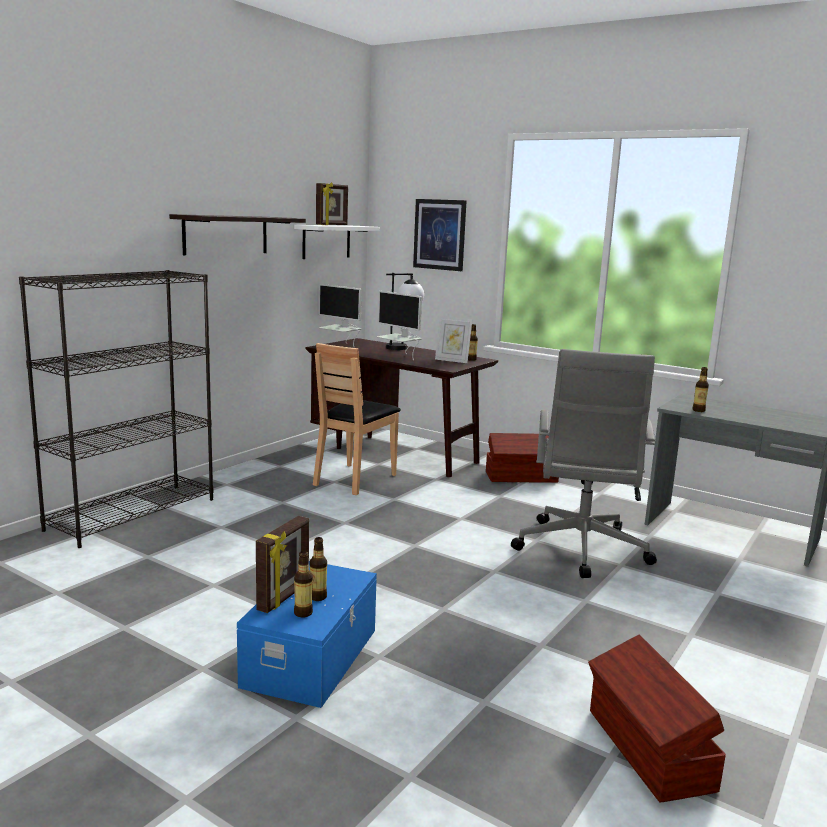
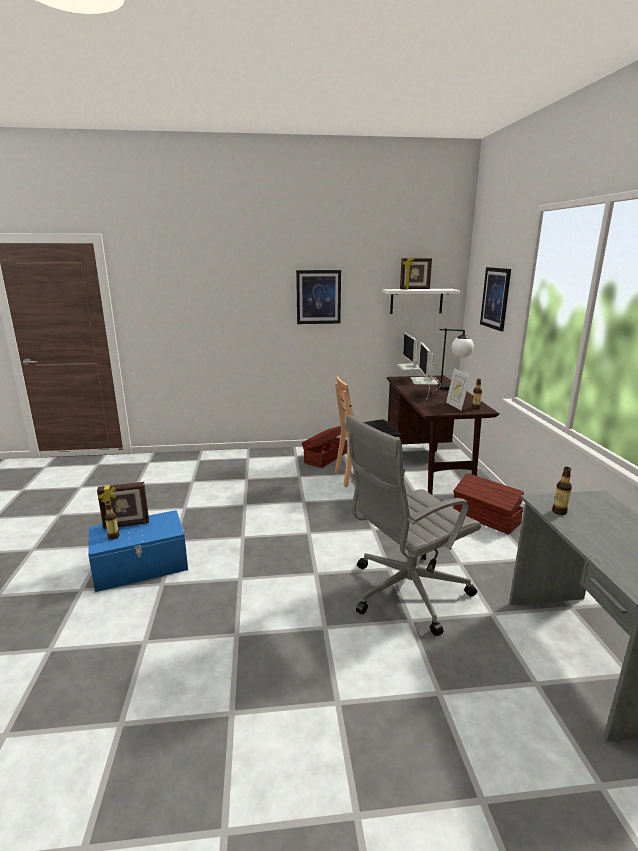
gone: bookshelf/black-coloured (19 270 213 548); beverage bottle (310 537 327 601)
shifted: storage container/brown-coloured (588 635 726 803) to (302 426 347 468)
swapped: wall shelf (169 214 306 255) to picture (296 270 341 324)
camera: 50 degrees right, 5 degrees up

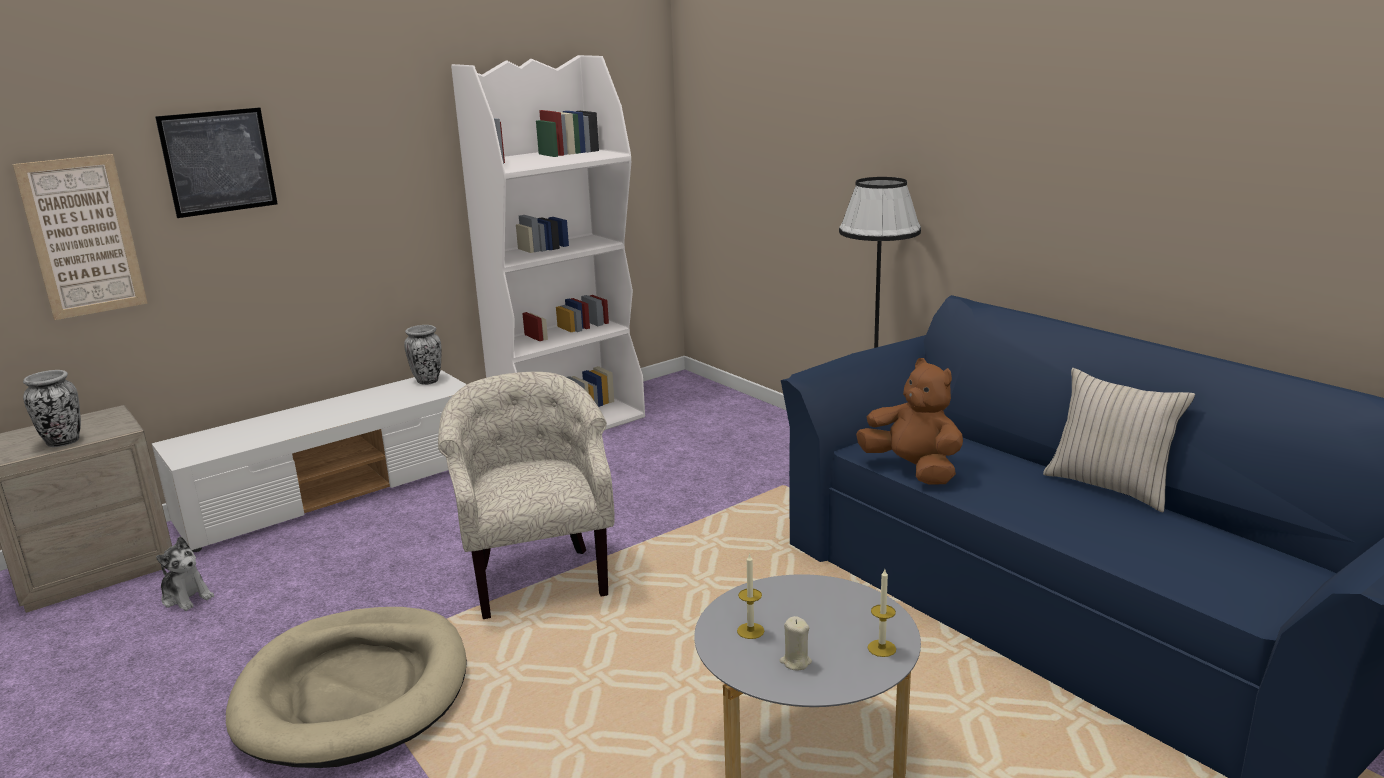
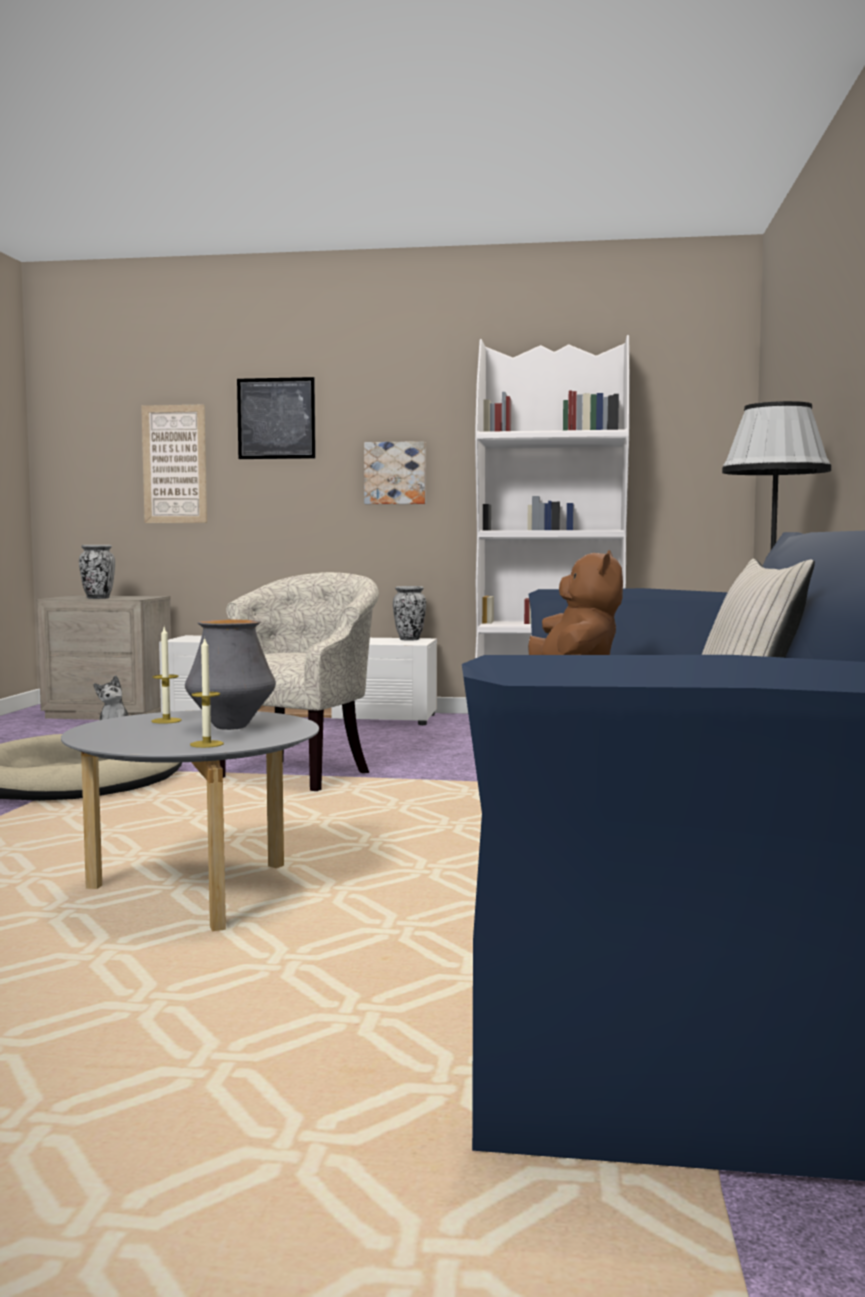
gone: wax light/beige-coloured (779 616 812 671)
new: decorative vase (185 620 276 730); picture (364 441 426 504)
camera: 45 degrees right, 15 degrees down

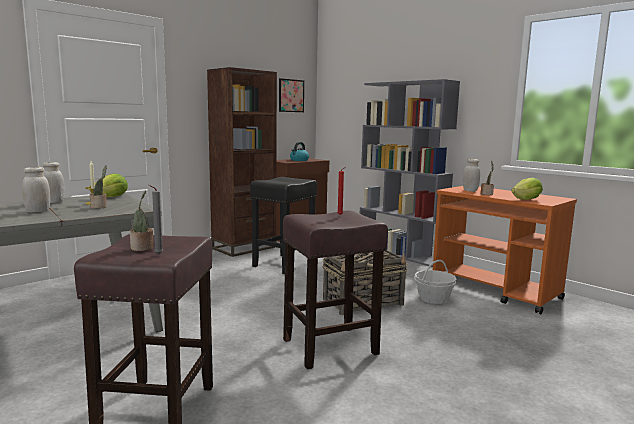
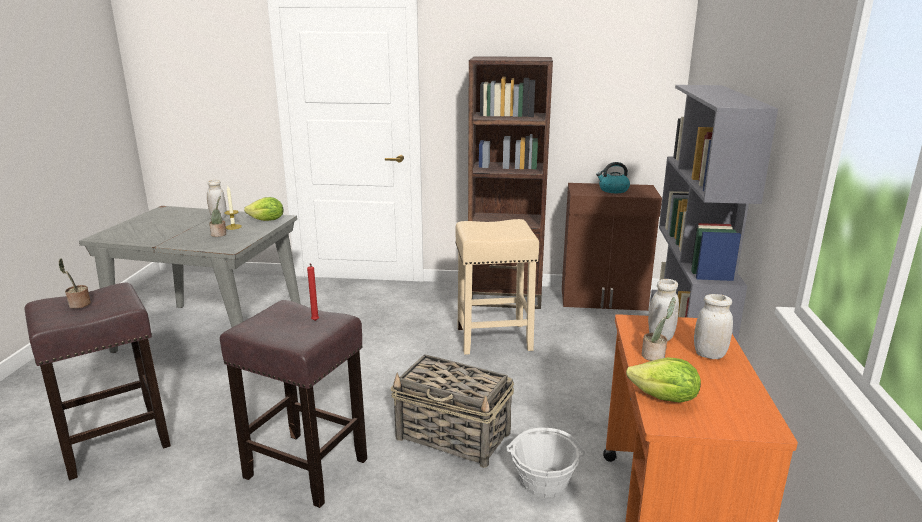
gone: wax light/gray (149 185 164 254); picture (279 78 304 112)
shifted: preserve jar/white-coloured (22 167 50 213) to (694 294 733 359)
repainted: sitting stool/black-coloured (250 177 317 274) to sitting stool/beige-coloured (456 219 539 355)
camera: 50 degrees right, 10 degrees up

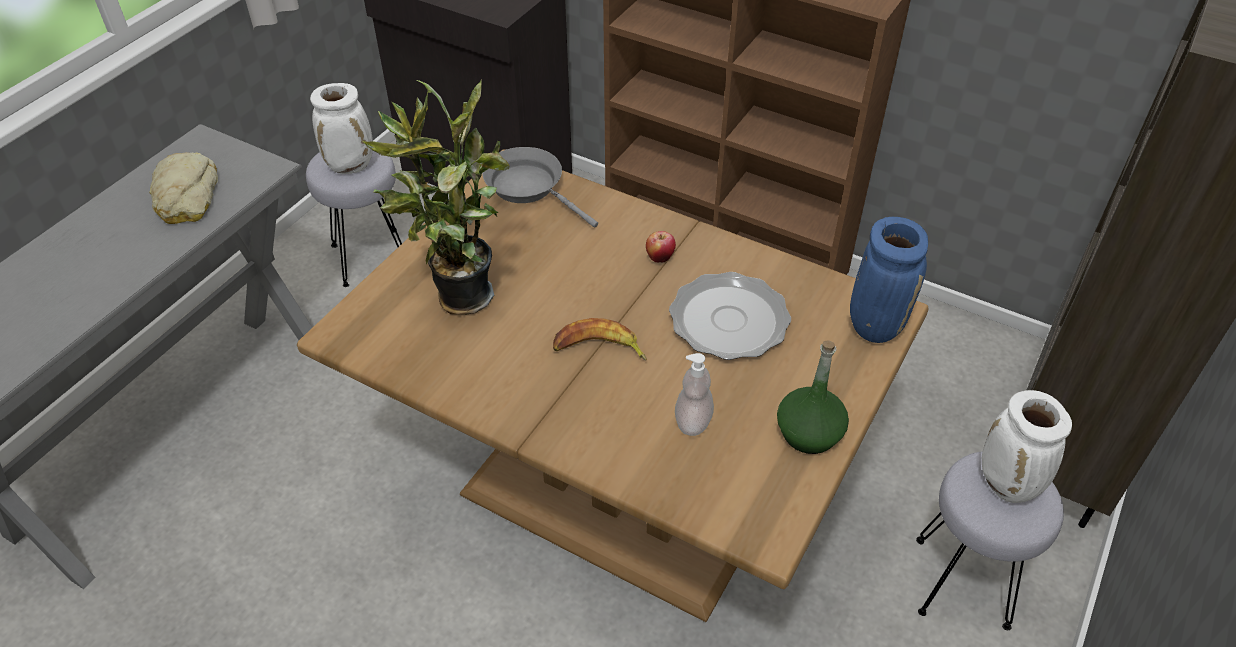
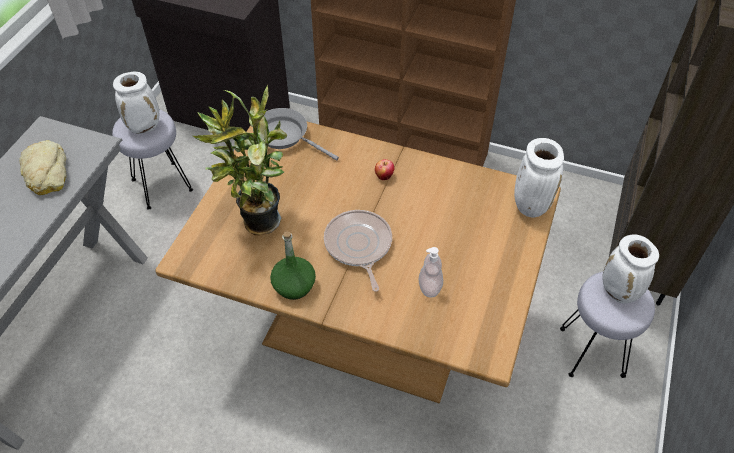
gone: dinner plate (669 272 791 360)
shifted: beverage bottle/greenish (777 340 849 454) to (270 231 316 300)
swapped: banana (553 318 647 361) to frying pan (324 210 392 292)
repainted: decorative vase/bluish (850 217 928 343) to decorative vase/white-coloured (514 138 564 217)
camera: 10 degrees left, 5 degrees up

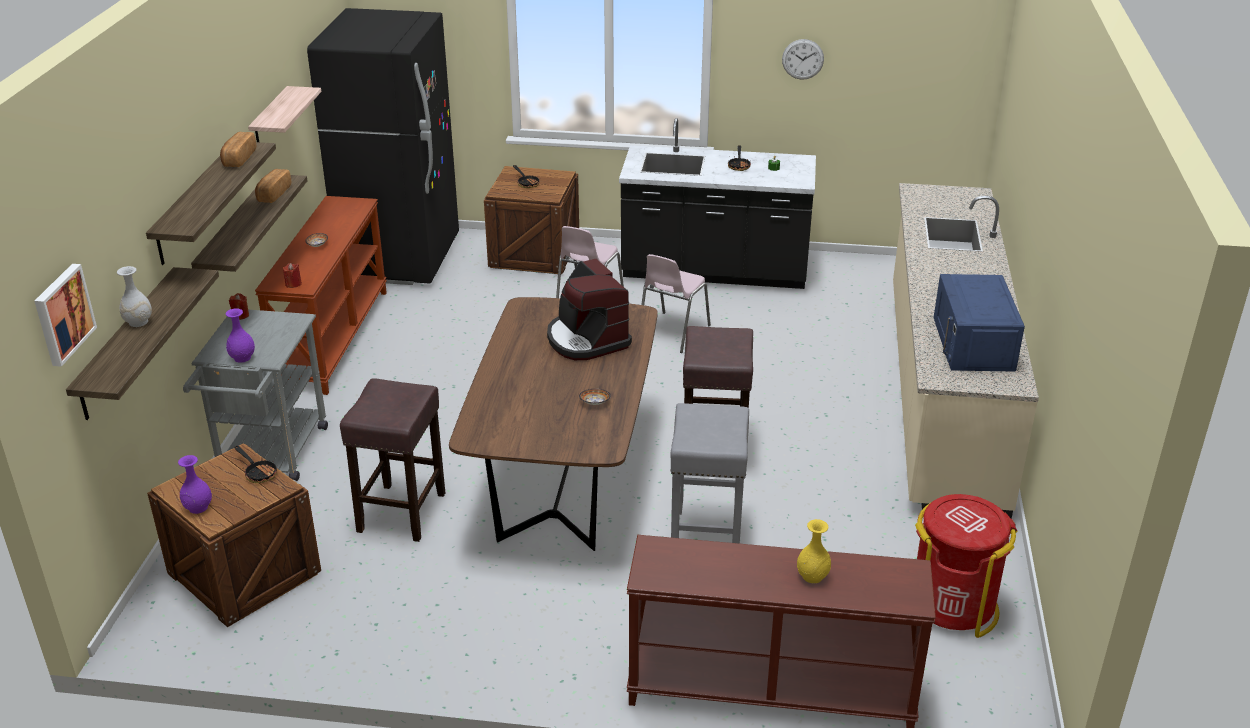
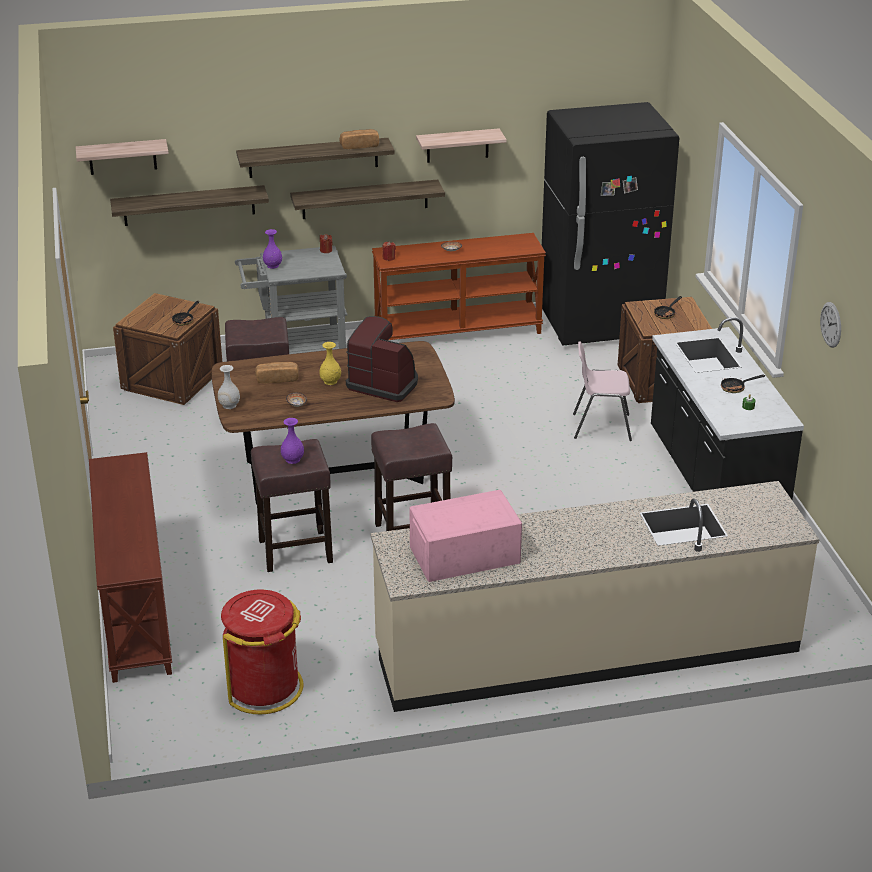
gone: chair/pinkish (641 254 711 353)
shifted: decorative vase/white-coloured (117 266 152 327) to (218 365 240 409); bakery bread (255 169 291 203) to (255 362 299 383); decorative vase/purple (178 455 212 514) to (281 418 304 464); decorative vase/yellowish (797 519 831 583) to (319 342 341 385)
swapped: picture (34 264 97 367) to wall shelf (76 139 169 175)
repainted: sitting stool/gray (670 403 749 544) to sitting stool/brown-coloured (251 439 333 572); kitchen microwave/bluish (934 274 1025 372) to kitchen microwave/pinkish (409 490 522 582)
rotated: coffee maker (547 259 632 360) = (346 316 418 402) 75 degrees clockwise
camera: 70 degrees right, 0 degrees up

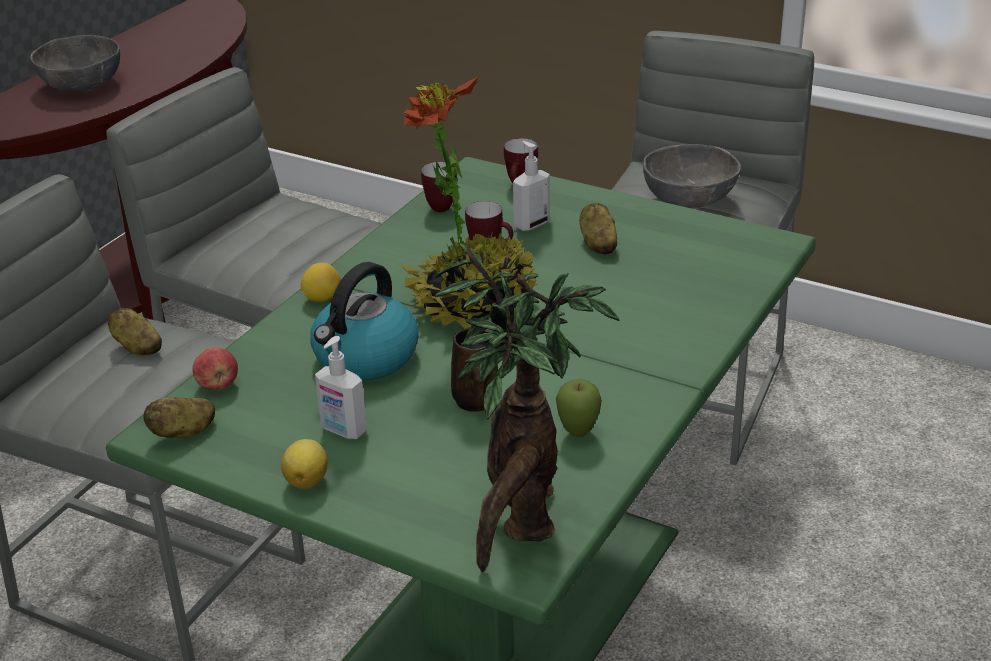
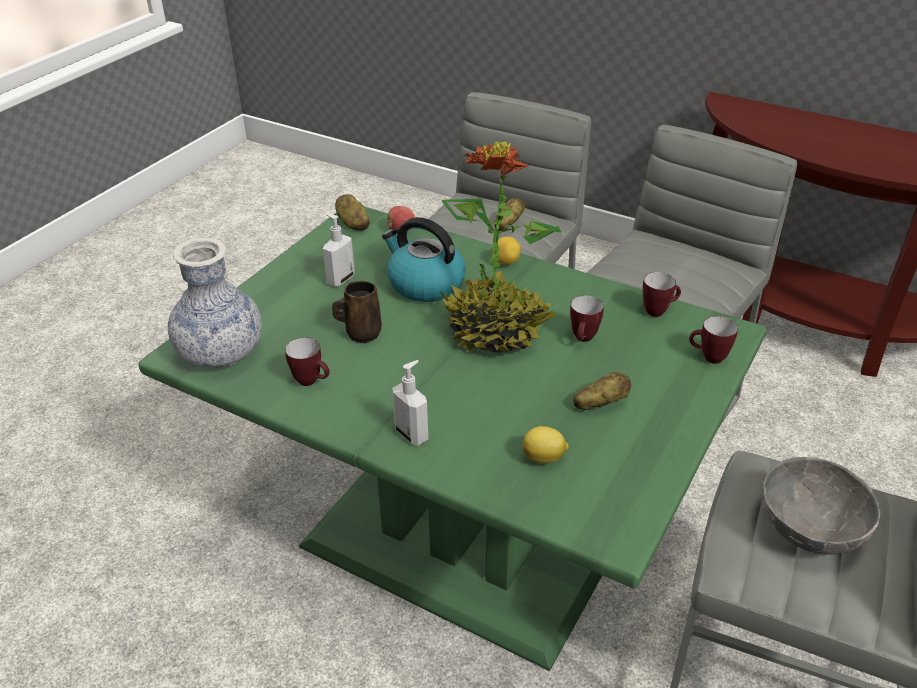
gone: serving bowl/gray (30 35 120 92)
shifted: liquid soap bottle (513 141 550 231) to (392 360 429 446); whole lemon (281 439 328 489) to (522 426 569 464)
swapped: houseplant (434 241 620 572) to decorative vase (168 238 262 368); whole apple (556 379 602 437) to coffee mug (285 337 330 386)
camera: 90 degrees right, 5 degrees up

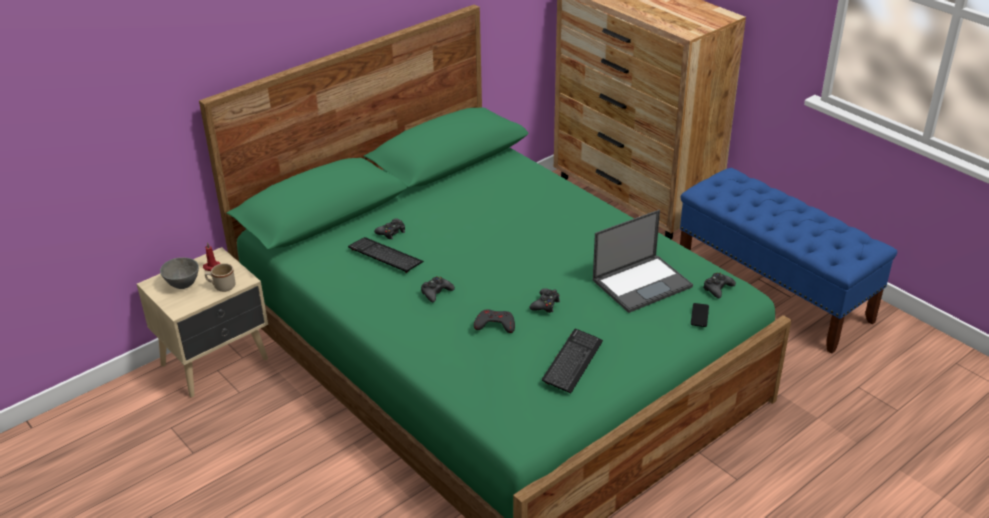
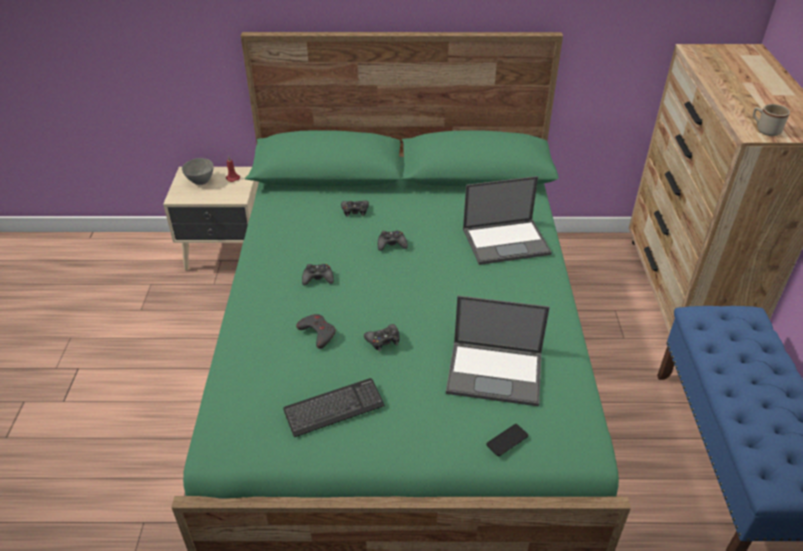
gone: computer keyboard (348 237 424 273)
new: portable computer (463 176 552 265)
shifted: joypad/black-coloured (703 272 736 298) to (378 231 408 251); coffee mug/beige-coloured (205 263 236 292) to (753 104 790 136)
camera: 40 degrees right, 5 degrees up

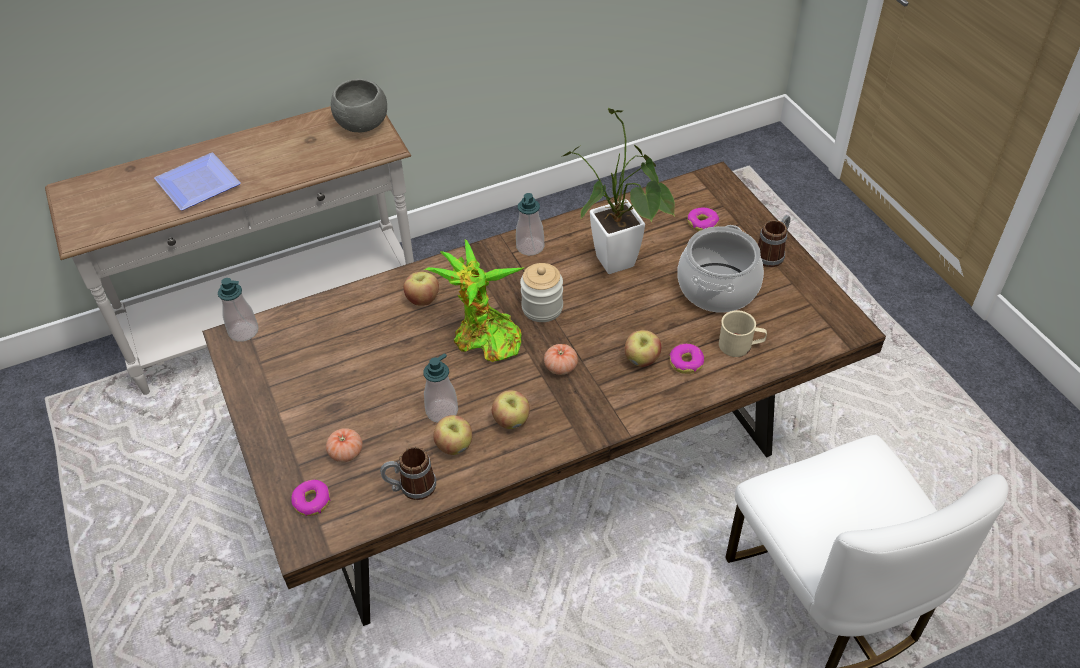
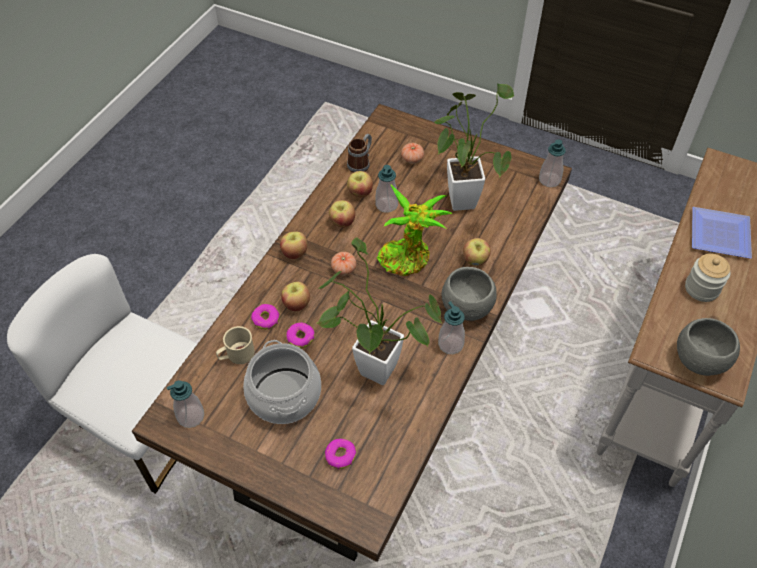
gone: coffee mug (758 215 790 267)
new: liquid soap bottle (167 380 204 428); whole apple (280 232 307 259); houseplant (434 83 514 211); serving bowl/gray (441 267 497 321)
shifted: donut (291 480 331 516) to (286 322 315 349); preserve jar (520 263 563 322) to (685 253 730 302)
camera: 140 degrees right, 5 degrees up

